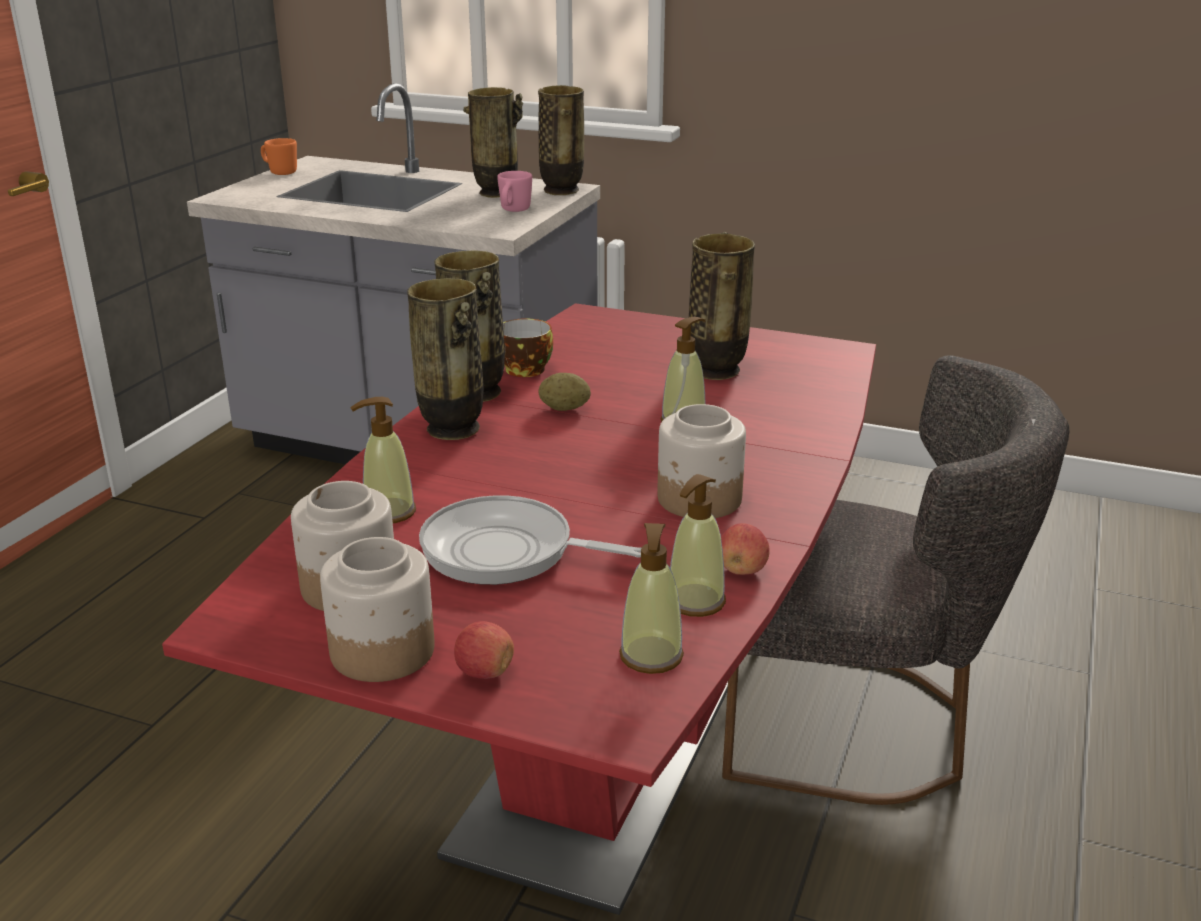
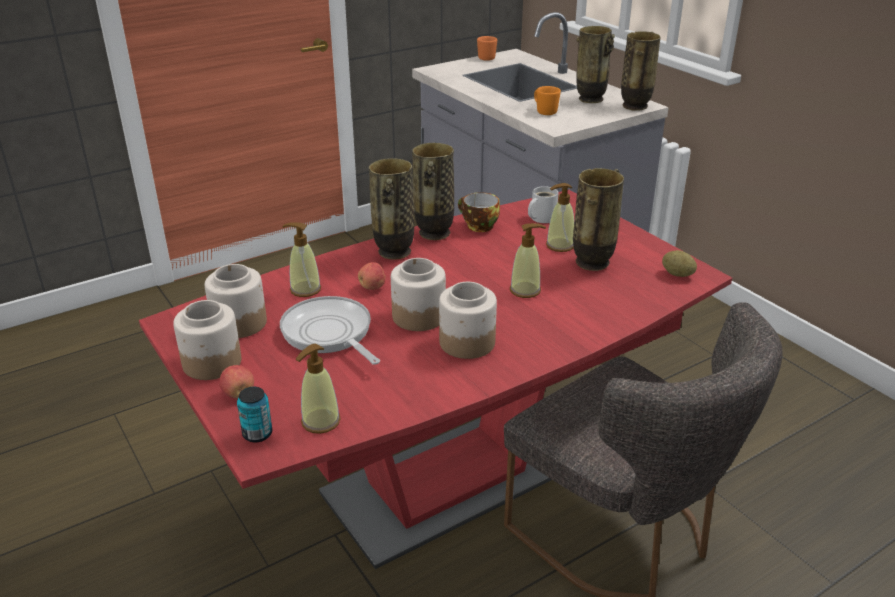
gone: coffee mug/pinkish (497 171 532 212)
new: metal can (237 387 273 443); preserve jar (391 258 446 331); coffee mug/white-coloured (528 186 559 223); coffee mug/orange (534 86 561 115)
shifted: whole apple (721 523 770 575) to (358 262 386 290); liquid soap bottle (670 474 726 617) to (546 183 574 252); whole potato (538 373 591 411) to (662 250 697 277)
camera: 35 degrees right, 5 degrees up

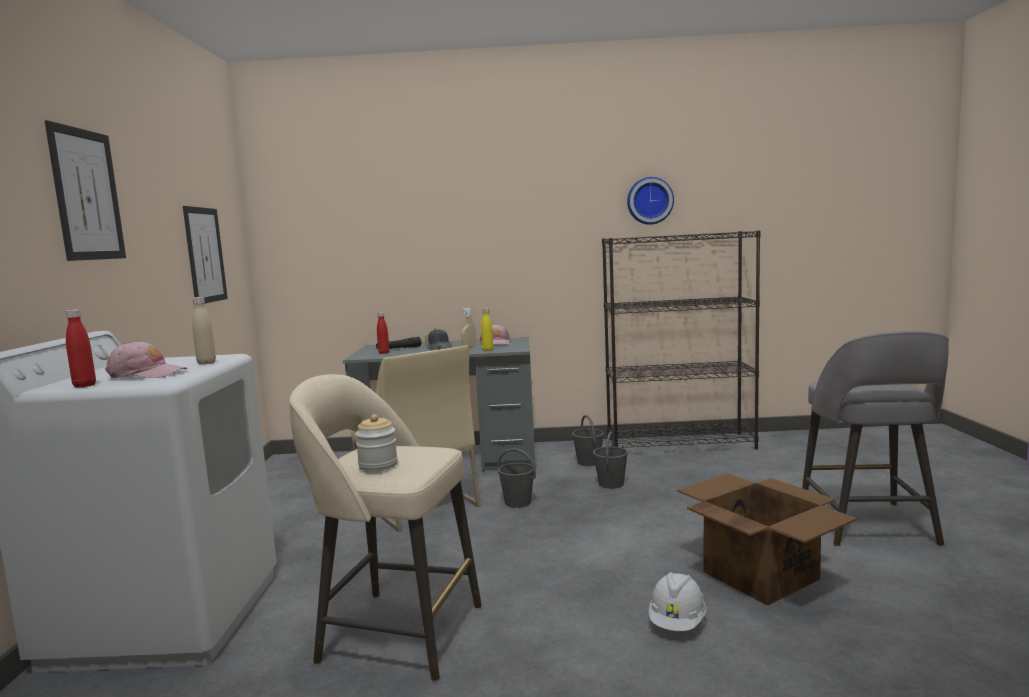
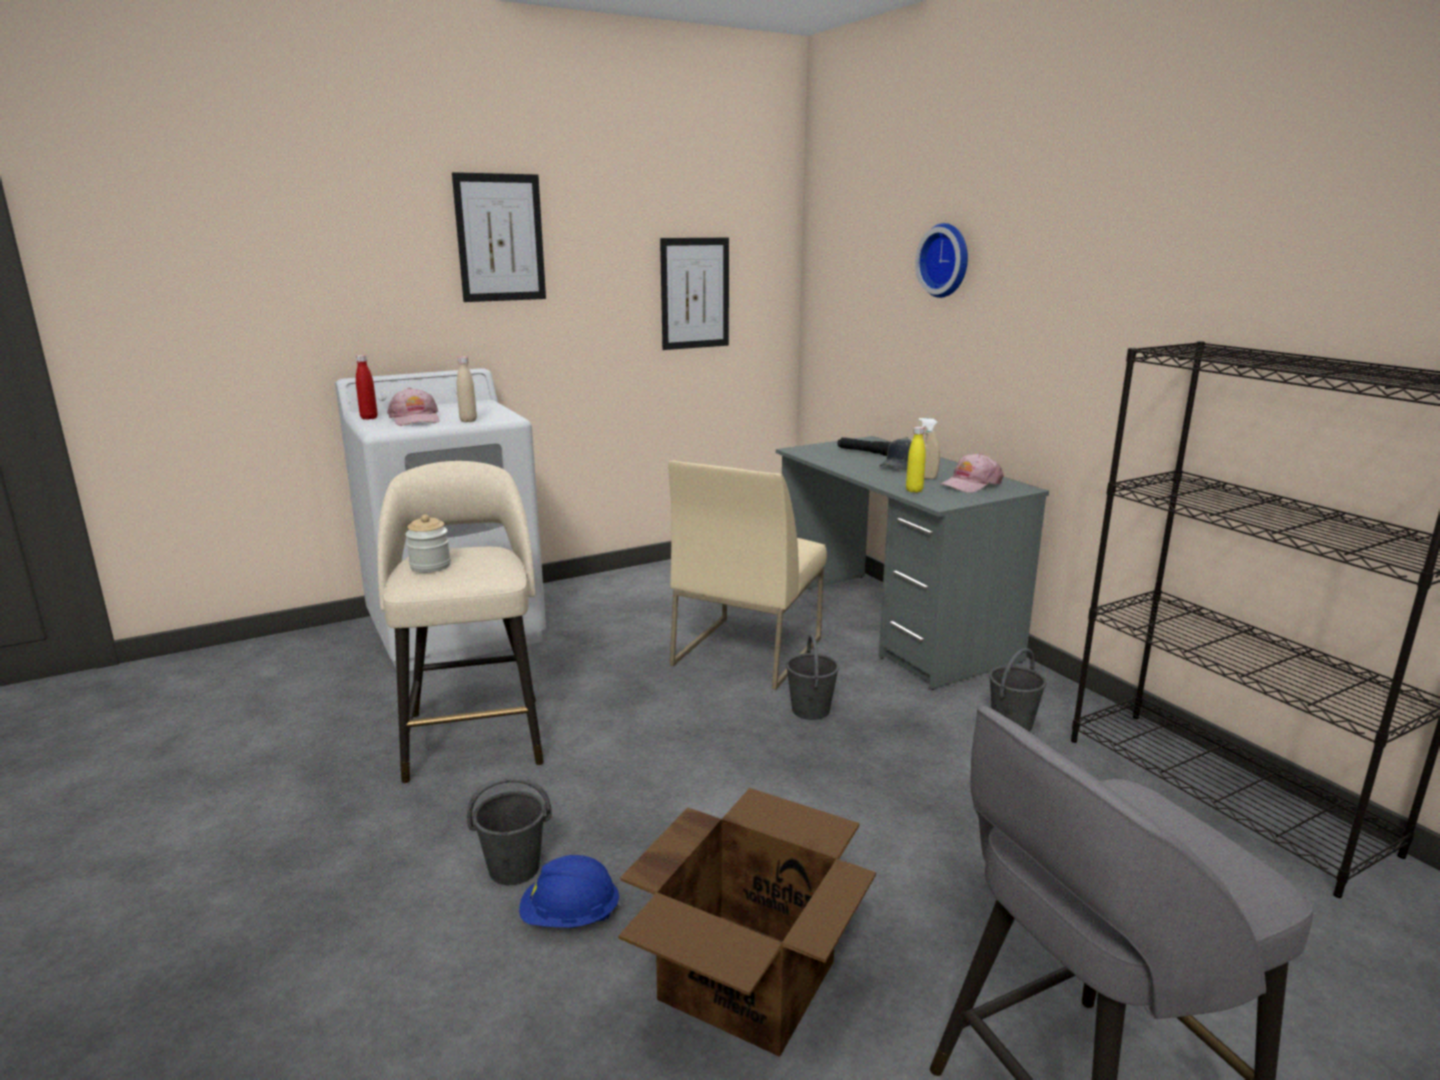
gone: beverage bottle/red-coloured (377 312 389 354)
shifted: pail/gray (593 432 628 489) to (467 777 552 885); hanging clock (627 177 674 225) to (915 223 968 298)
repainted: work helmet/white-coloured (649 572 707 631) to work helmet/bluish (519 855 621 928)
camera: 60 degrees right, 10 degrees up

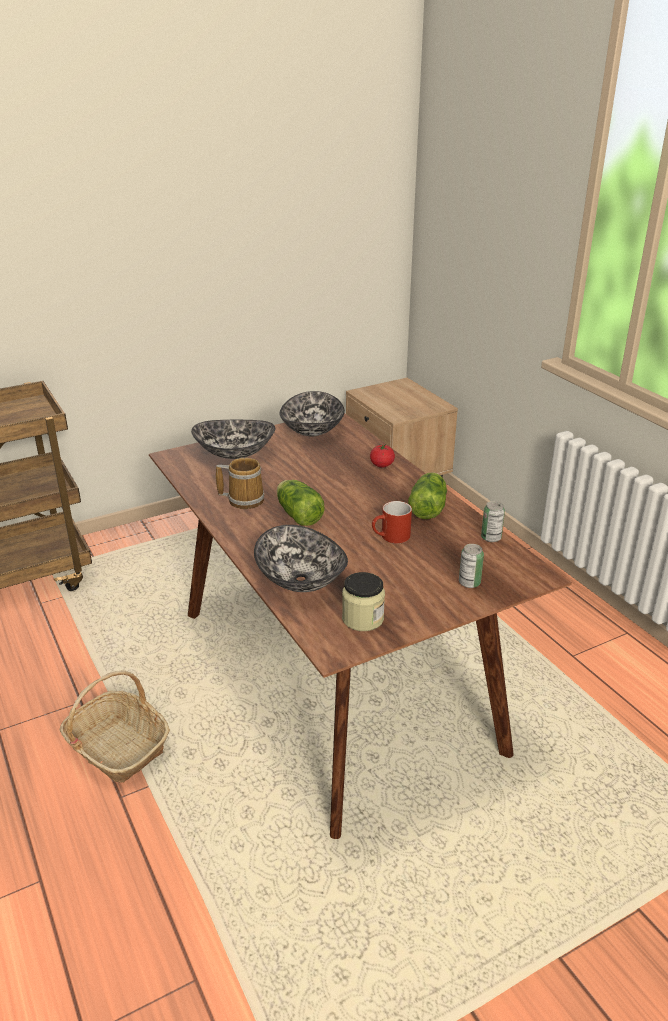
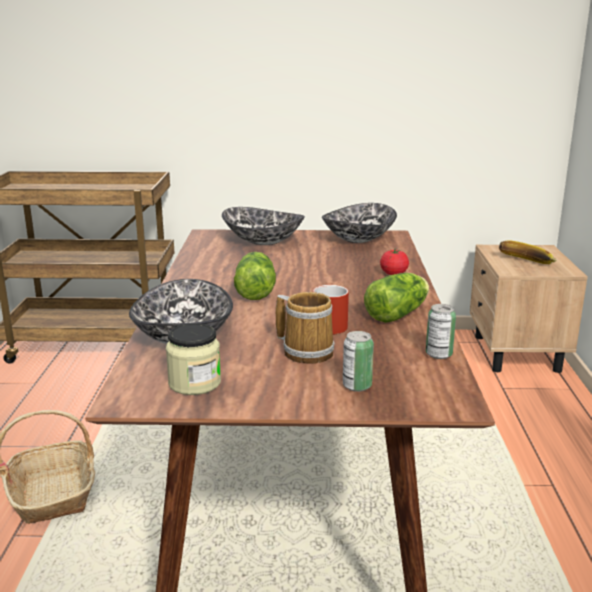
new: banana (499 240 557 264)
shifted: coffee mug (216 458 264 509) to (276 292 335 364)
camera: 30 degrees right, 10 degrees down

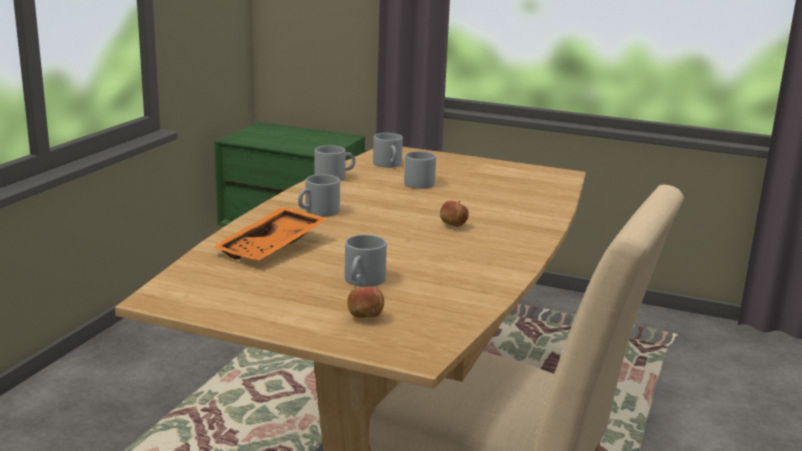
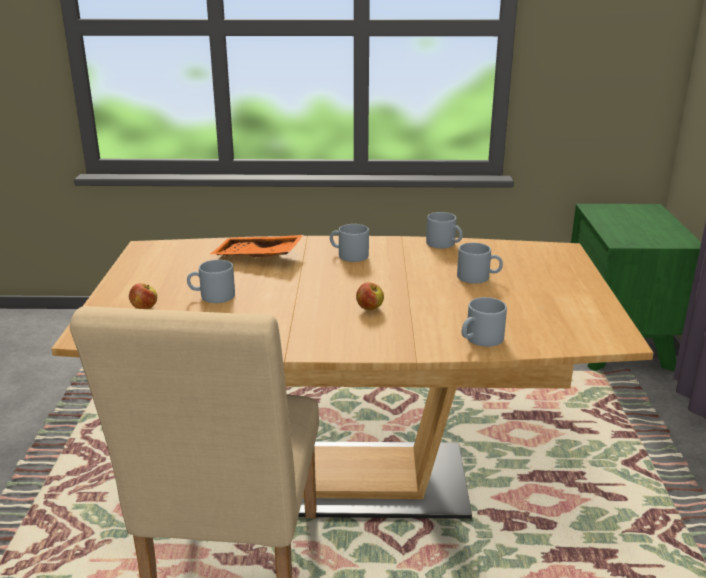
shifted: coffee mug/gray (373 133 403 168) to (462 297 507 347)
camera: 70 degrees right, 5 degrees up

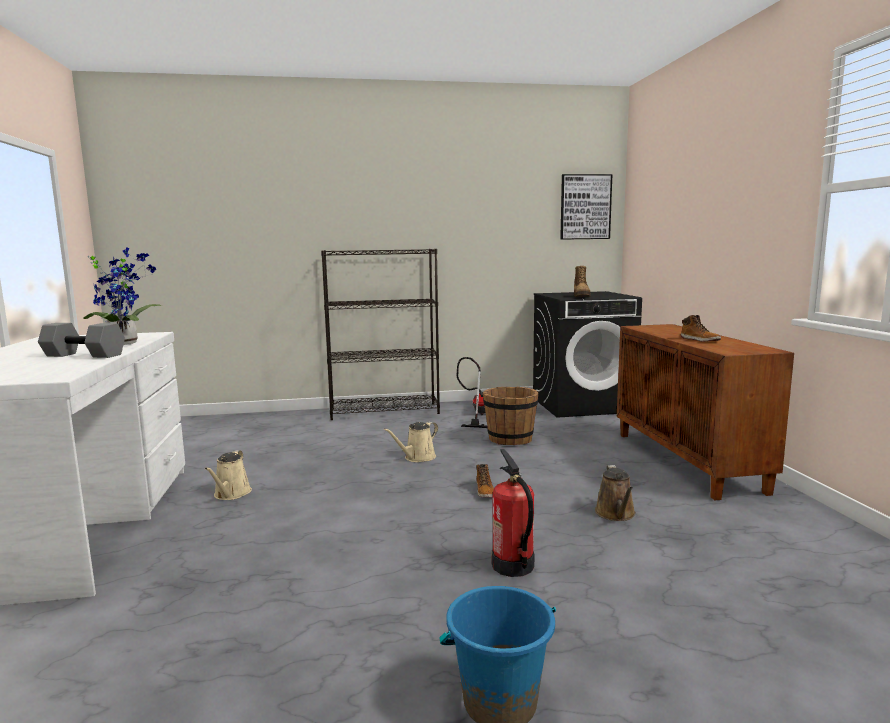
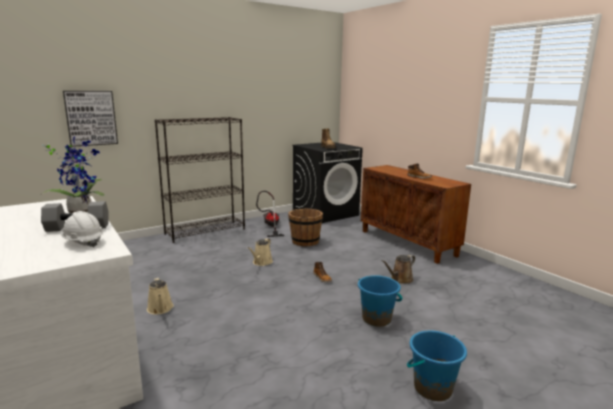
new: work helmet/white-coloured (61 211 104 248)
shifted: picture (560 174 612 240) to (63 91 118 147)
swapped: fire extinguisher (492 449 534 577) to pail/bluish (358 275 402 327)
rotated: sprinkling can/brown-coloured (595 465 636 521) = (381 255 415 284) 75 degrees clockwise
camera: 25 degrees left, 5 degrees up

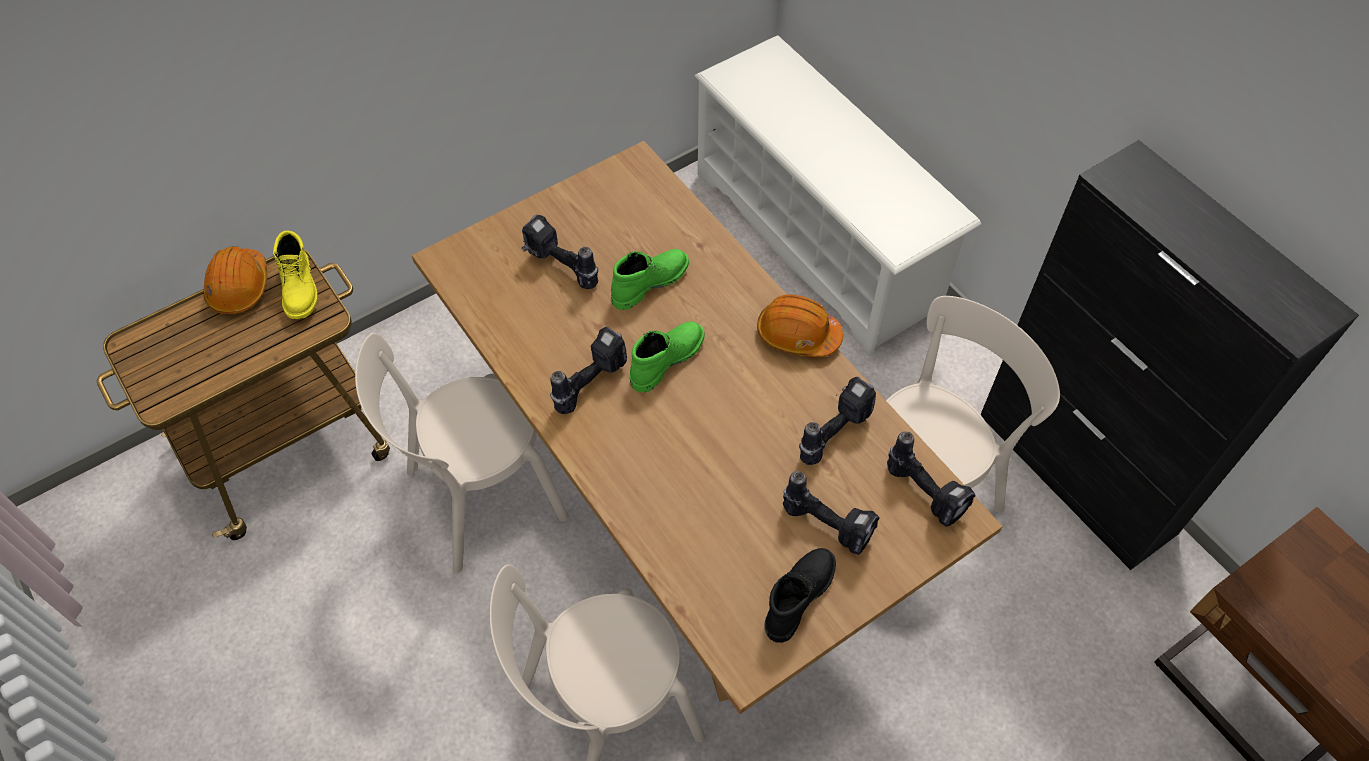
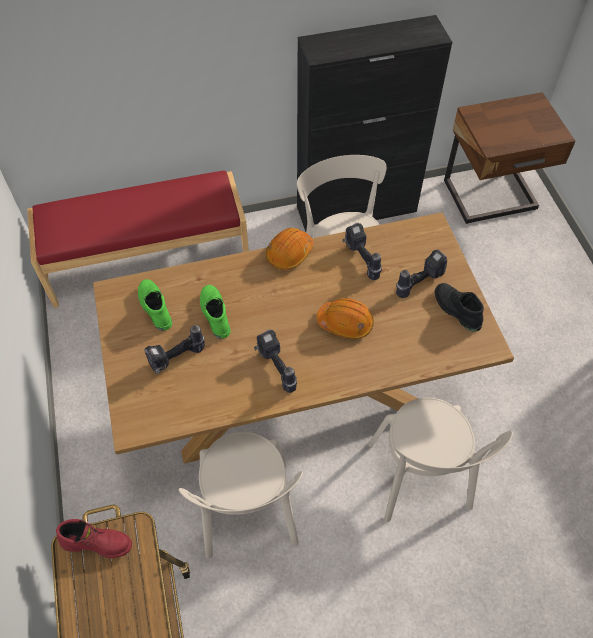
gone: electric drill (887 431 976 527)
shifted: boot/greenish (630 321 705 393) to (138 279 172 331); work helmet/orange (203 246 267 314) to (317 298 374 339)
swapped: shoe stand/white-coloured (694 35 981 357) to indoor bench/red-coloured (27 170 249 308)
repainted: boot/yellowish (273 231 318 319) to boot/red-coloured (56 519 132 558)
camera: 70 degrees left, 0 degrees up

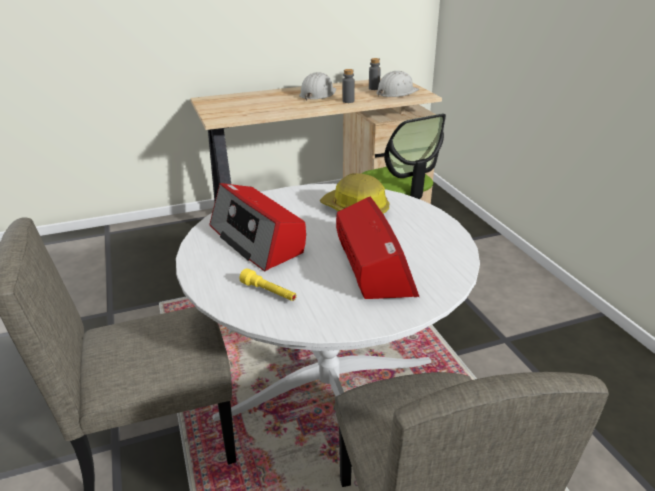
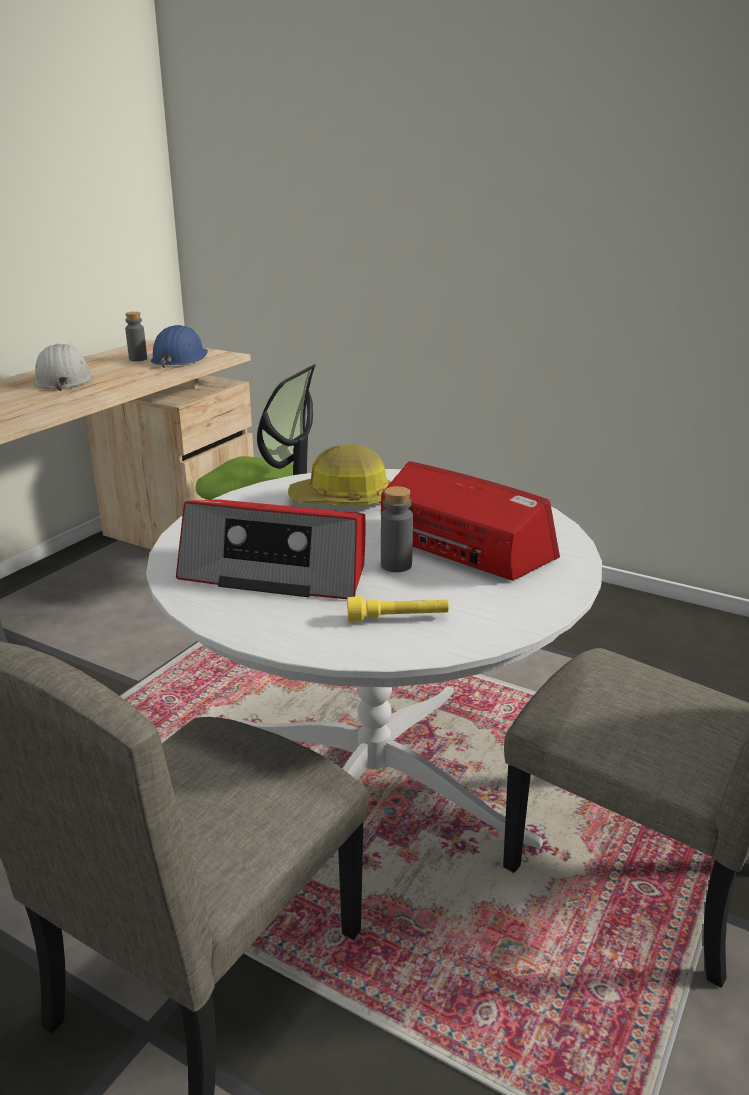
shifted: beverage bottle/gray (342 69 355 103) to (381 486 413 572)
repainted: work helmet/white-coloured (376 71 419 97) to work helmet/bluish (151 325 208 368)
camera: 40 degrees left, 5 degrees down

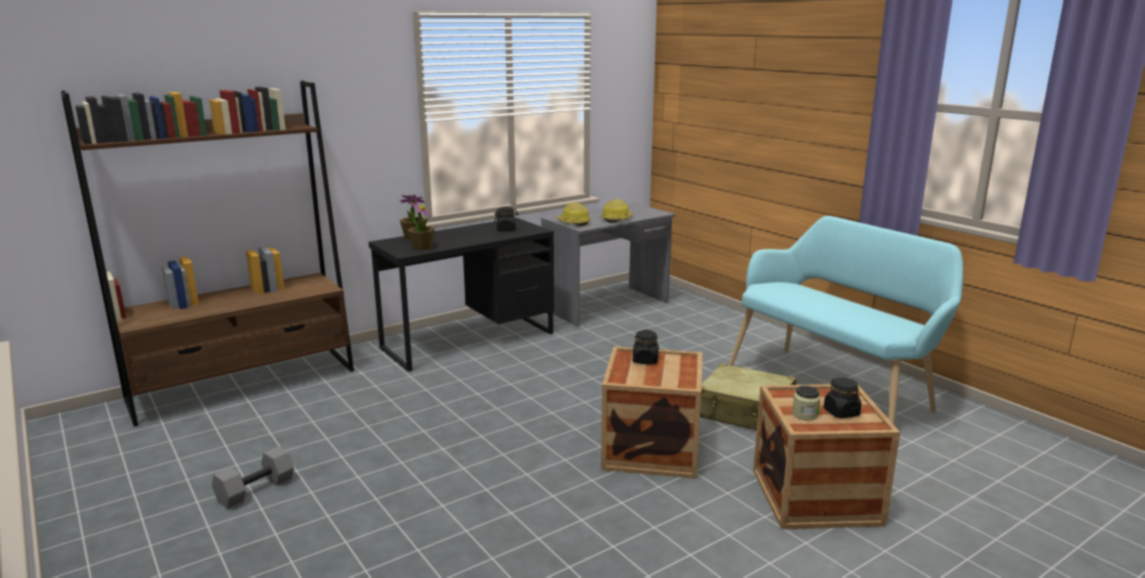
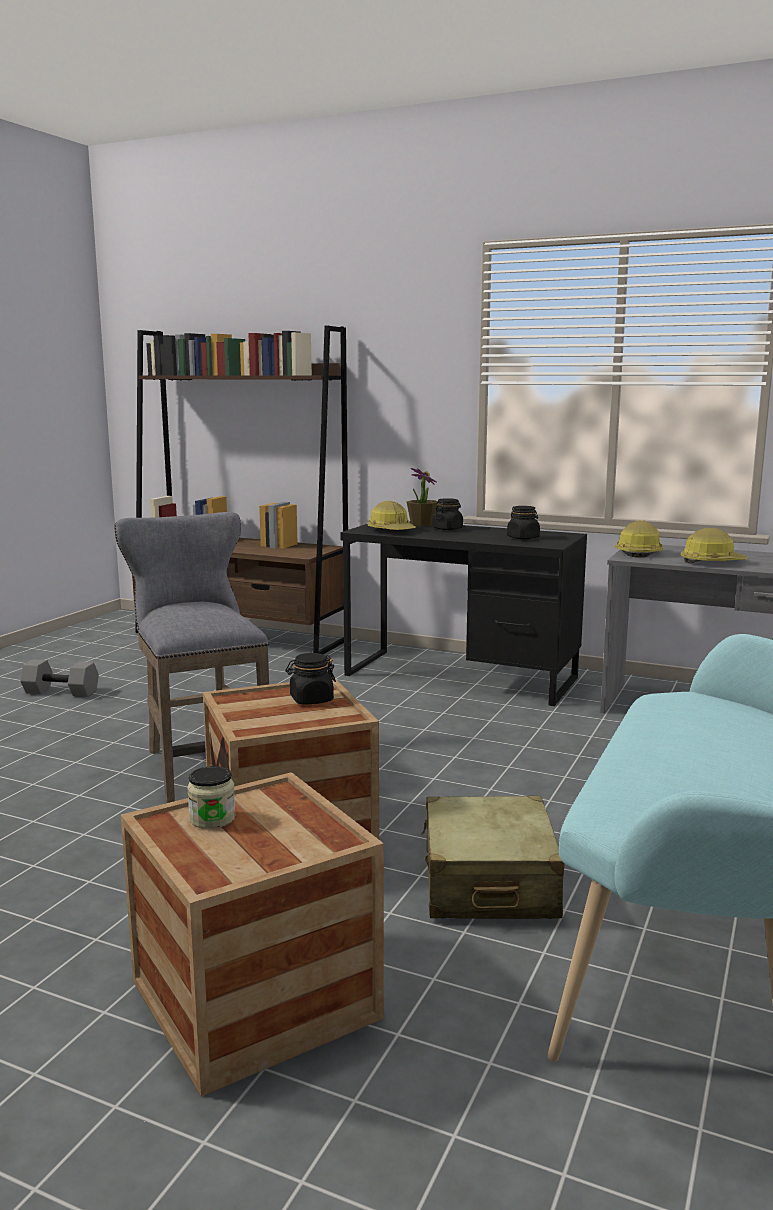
new: sitting stool/gray (114 512 269 803)
shifted: preserve jar/black-coloured (824 377 861 418) to (432 498 463 530)
swapped: houseplant (408 201 435 250) to work helmet (367 500 416 530)
camera: 60 degrees right, 5 degrees down

